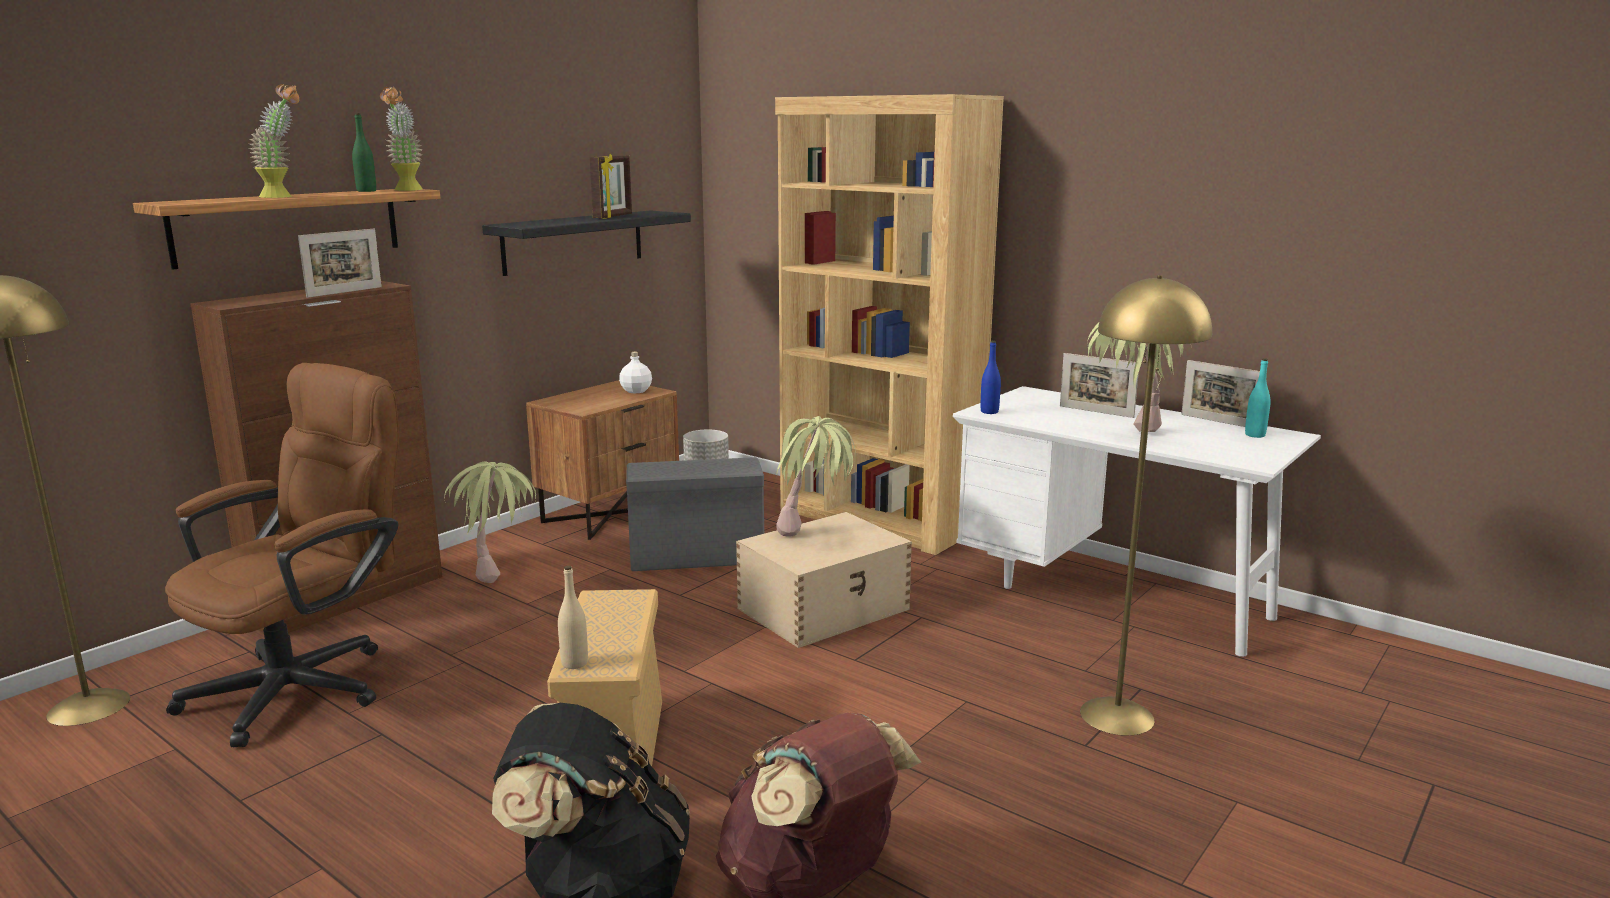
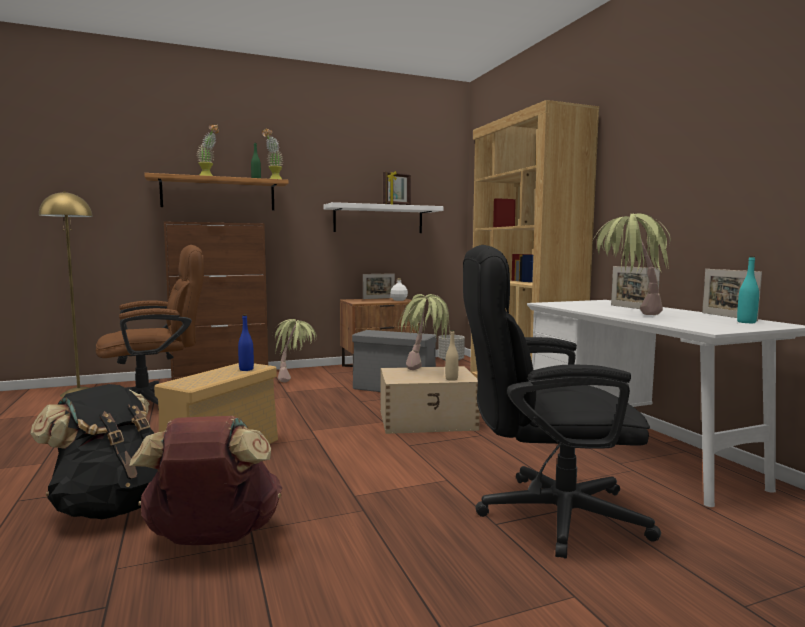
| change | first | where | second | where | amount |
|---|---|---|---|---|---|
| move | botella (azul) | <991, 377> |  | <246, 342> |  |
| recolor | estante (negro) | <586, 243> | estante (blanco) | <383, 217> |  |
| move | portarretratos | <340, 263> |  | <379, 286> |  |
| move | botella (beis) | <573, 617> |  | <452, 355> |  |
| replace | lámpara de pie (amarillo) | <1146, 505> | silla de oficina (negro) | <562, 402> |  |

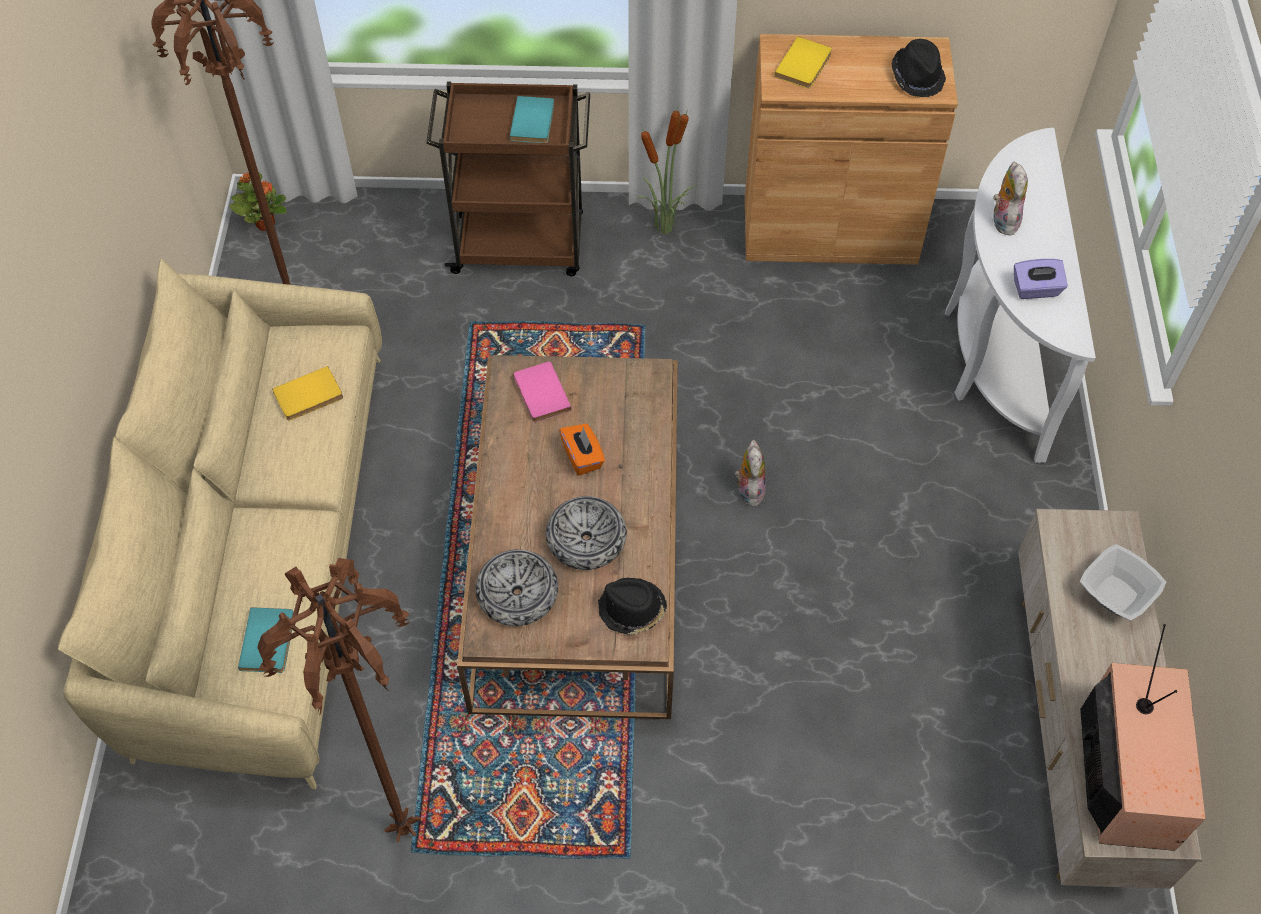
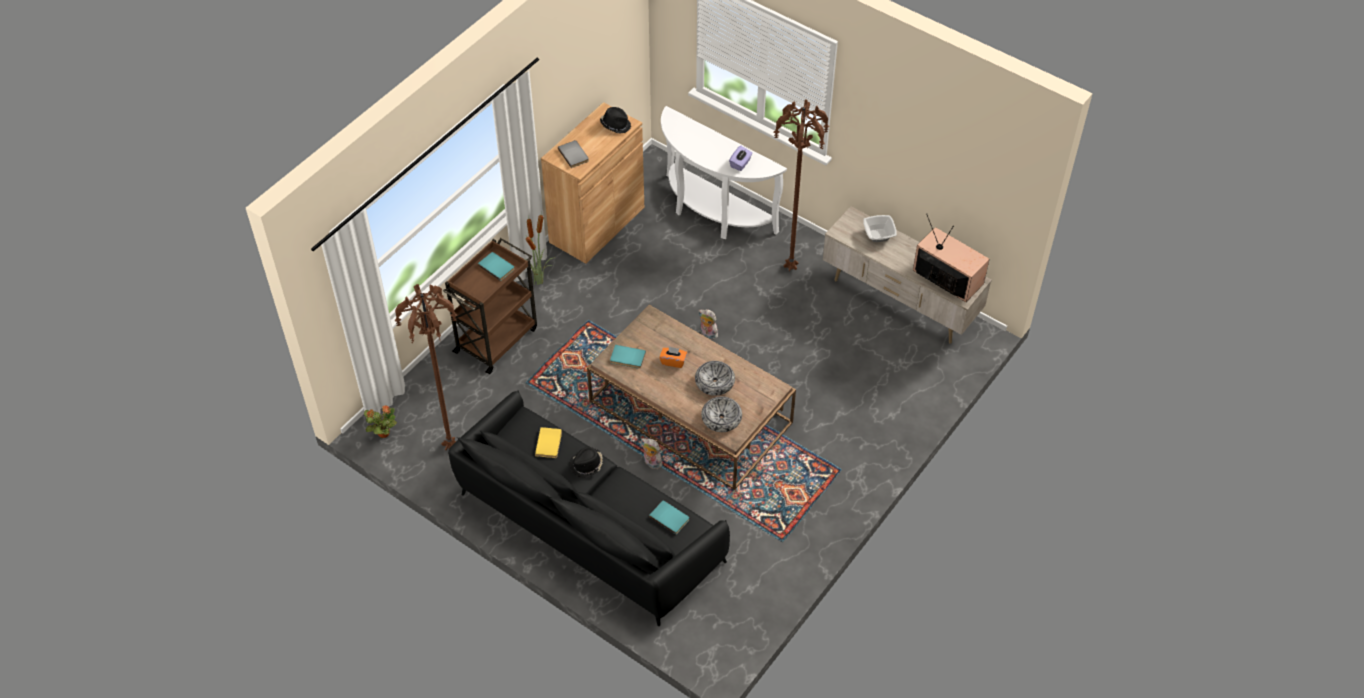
| change | first | where | second | where | amount |
|---|---|---|---|---|---|
| recolor | sofá (beis) | <220, 523> | sofá (negro) | <589, 508> |  |
| recolor | libro (amarillo) | <803, 63> | libro (gris) | <573, 154> |  |
| move | sombrero (negro) | <632, 606> |  | <586, 462> |  |
| recolor | libro (rosa) | <543, 391> | libro (turquesa) | <628, 357> |  |
| move | peluche | <1010, 199> |  | <651, 453> |  |
| move | lámpara de pie (marrón) | <338, 700> |  | <801, 185> |  |

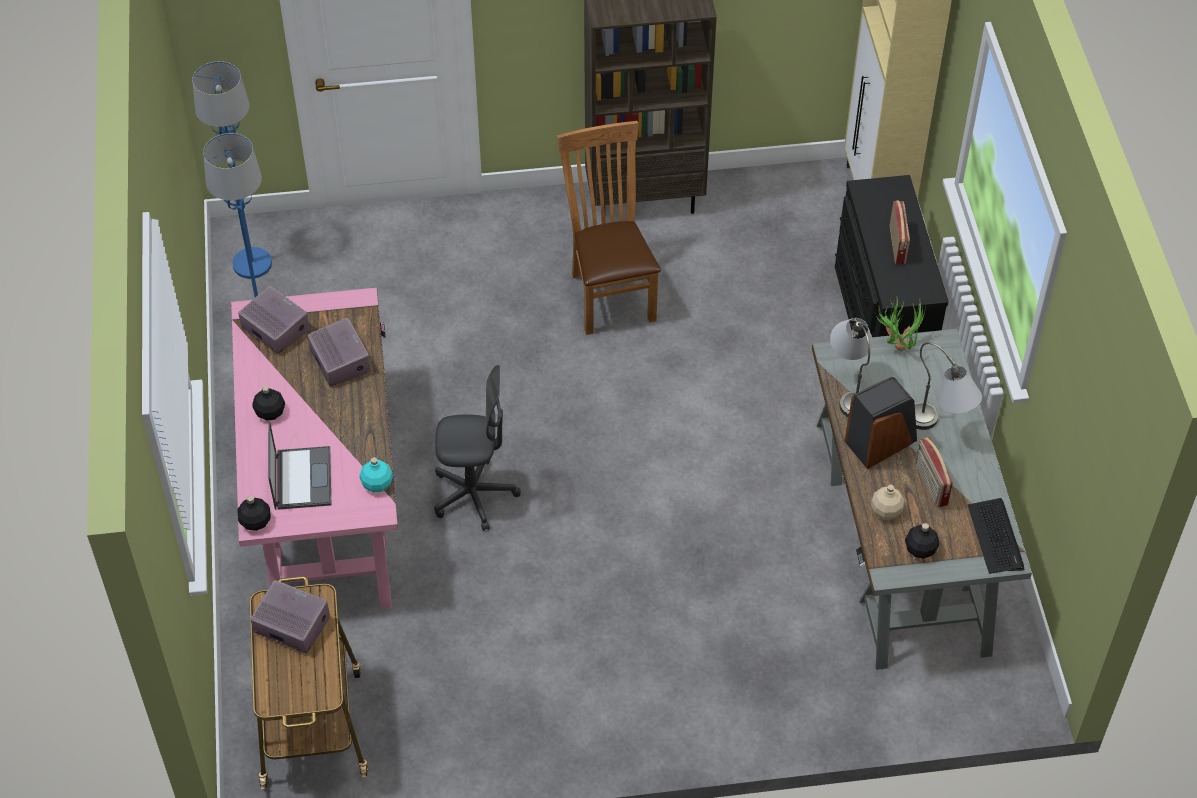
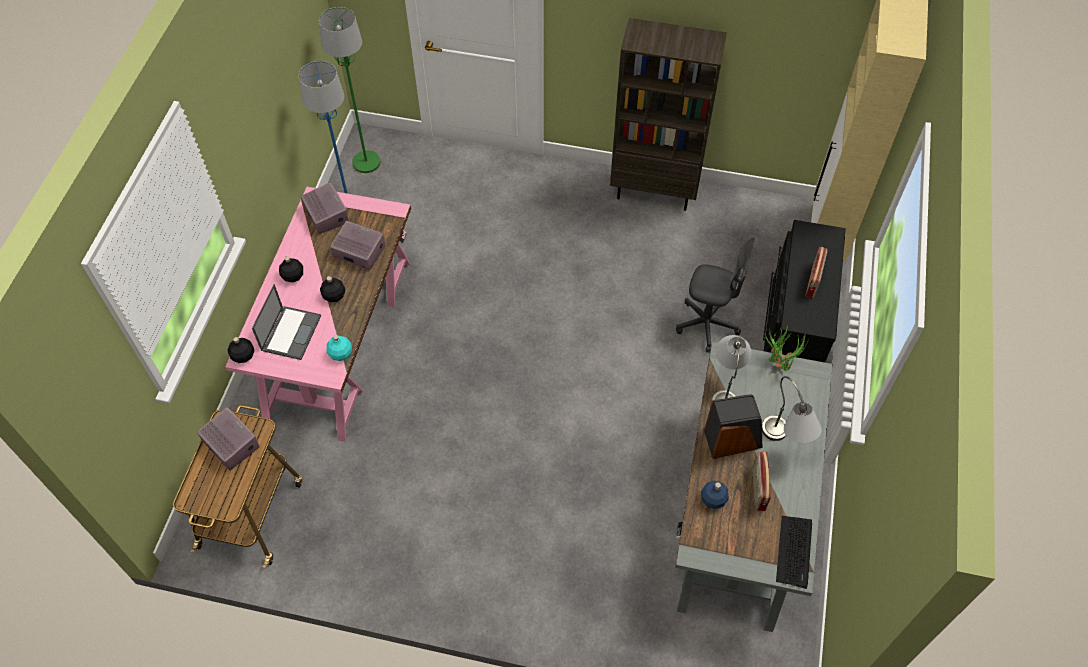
| change | first | where | second | where | amount |
|---|---|---|---|---|---|
| recolor | lámpara de pie (azul) | <232, 170> | lámpara de pie (verde) | <349, 90> |  |
| move | botella (negro) | <922, 541> |  | <332, 289> |  |
| rotate | radio | <338, 352> |  | <358, 245> | 60 degrees counterclockwise |
| move | silla de oficina (gris) | <477, 448> |  | <715, 295> |  |
| recolor | botella (beis) | <888, 502> | botella (azul) | <715, 495> |  |
| delete | silla (marrón) | <609, 228> |  |  |  |

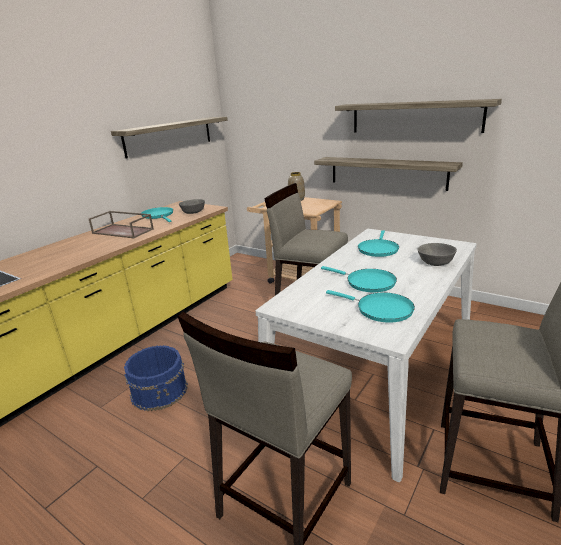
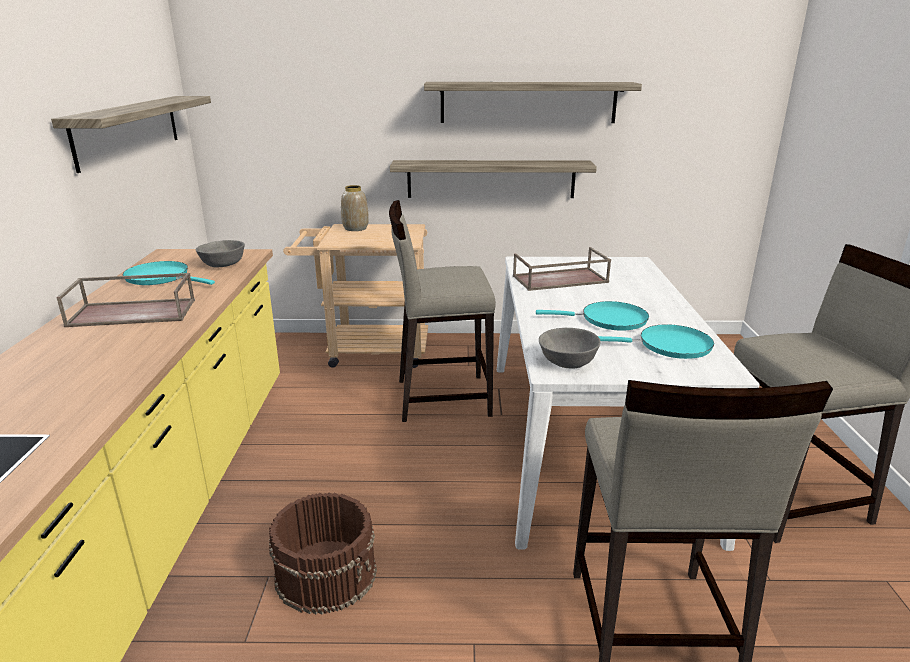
| change | first | where | second | where | amount |
|---|---|---|---|---|---|
| recolor | cubo (azul) | <156, 378> | cubo (marrón) | <323, 553> |  |
| replace | sartén (turquesa) | <378, 243> | bandeja (marrón) | <562, 269> |  |
| move | cuenco (gris) | <437, 254> |  | <570, 348> |  |

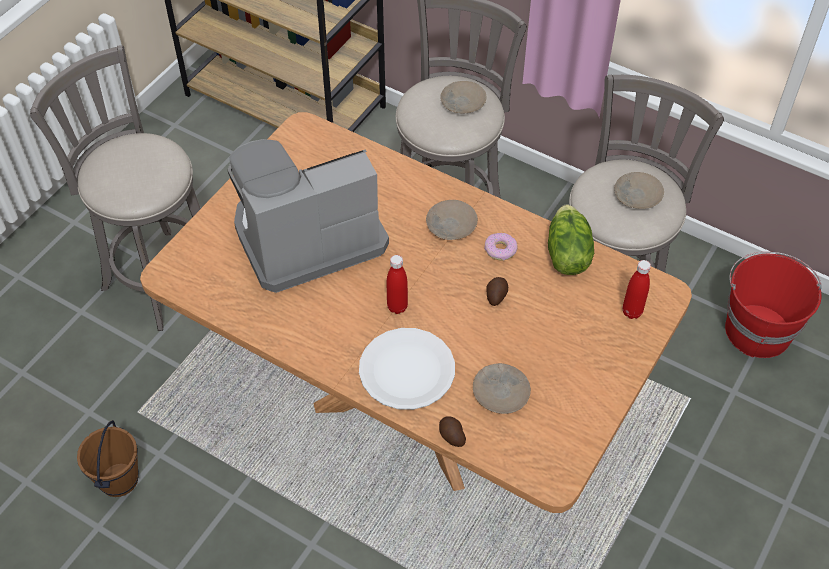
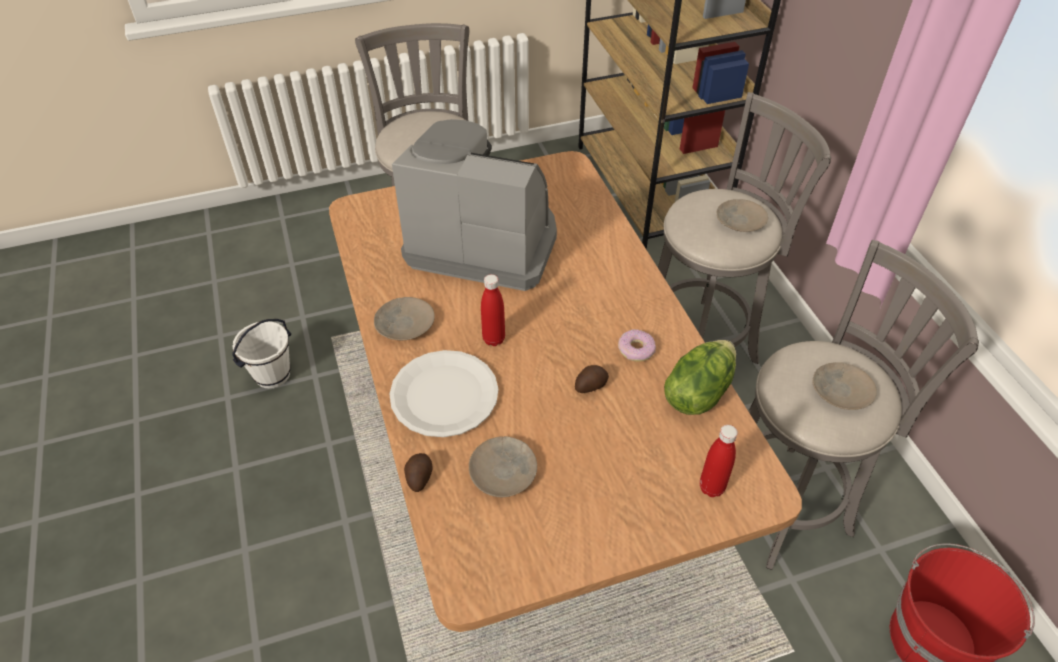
| change | first | where | second | where | amount |
|---|---|---|---|---|---|
| recolor | cubo (marrón) | <108, 458> | cubo (blanco) | <261, 354> |  |
| move | plato (beis) | <452, 220> |  | <404, 318> |  |

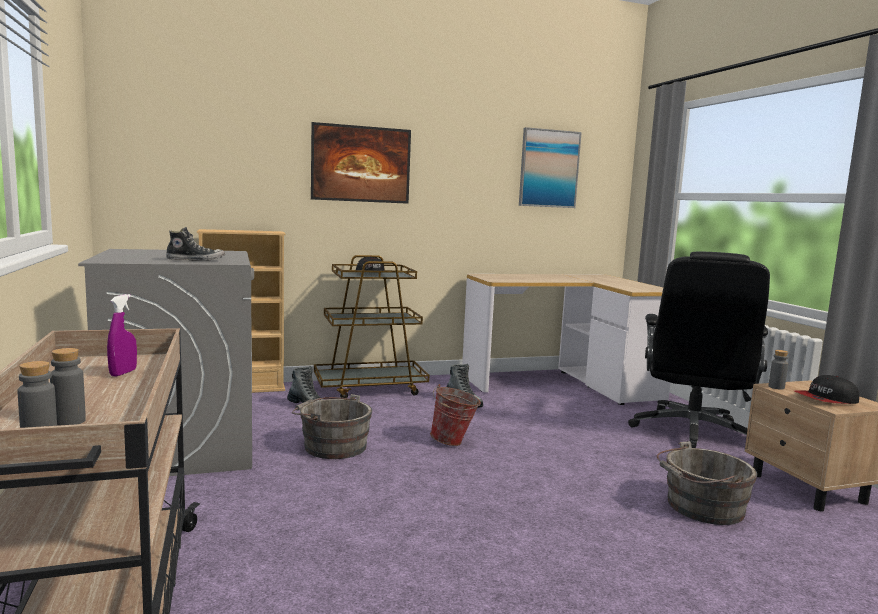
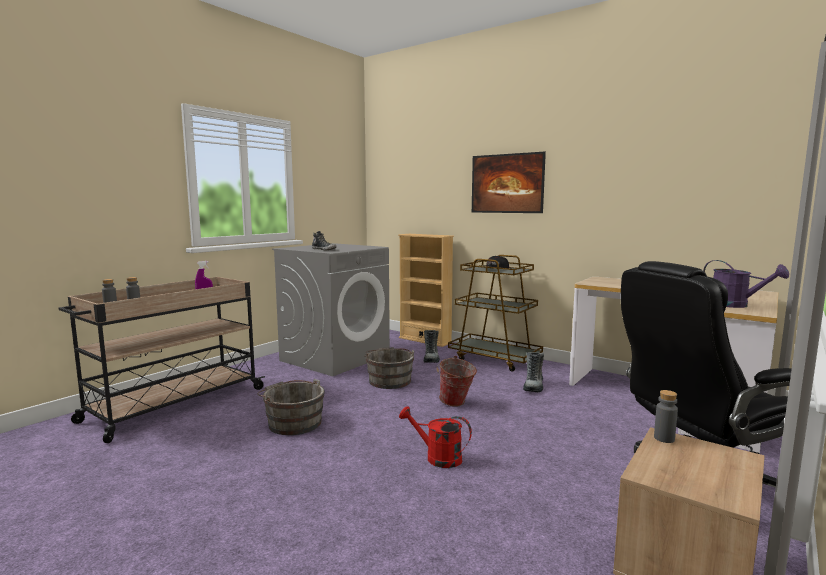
| change | first | where | second | where | amount |
|---|---|---|---|---|---|
| move | cubo (gris) | <707, 483> |  | <291, 407> |  |
| insert |  |  | regadera (rojo) | <435, 437> |  |
| insert |  |  | regadera (morado) | <746, 284> |  |
| delete | cuadro | <550, 167> |  |  |  |
| delete | gorra | <827, 389> |  |  |  |

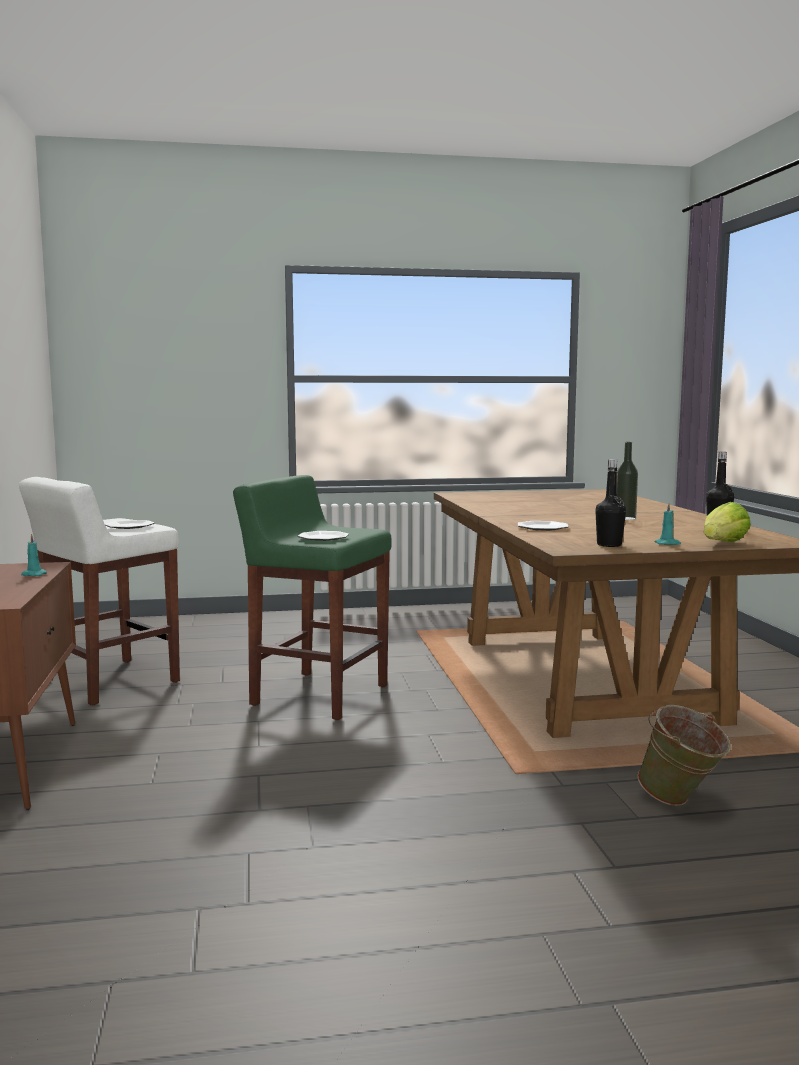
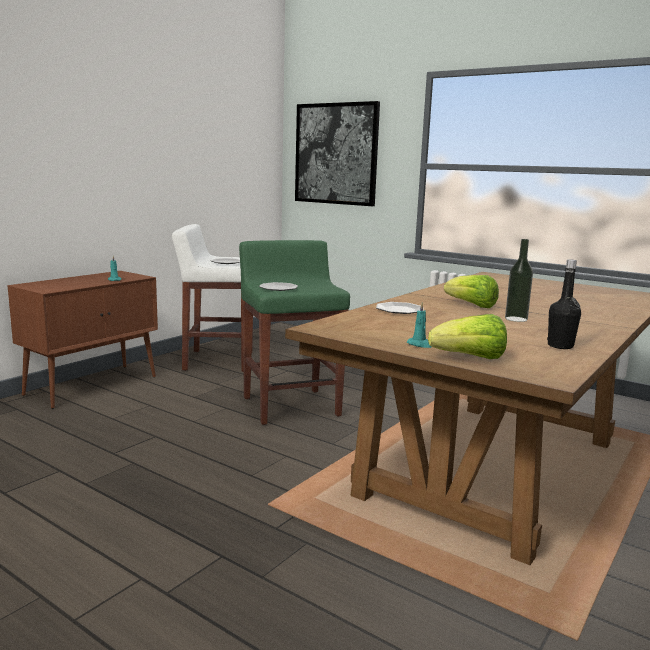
| change | first | where | second | where | amount |
|---|---|---|---|---|---|
| insert |  |  | cuadro | <337, 153> |  |
| insert |  |  | lechuga | <471, 291> |  |
| delete | botella (negro) | <610, 503> |  |  |  |
| delete | cubo (verde) | <684, 755> |  |  |  |

